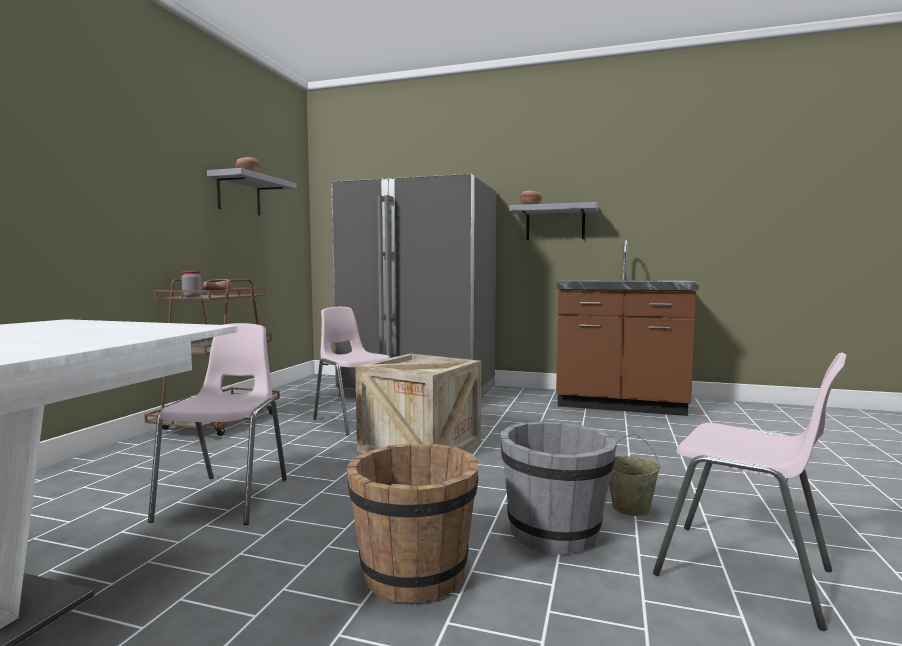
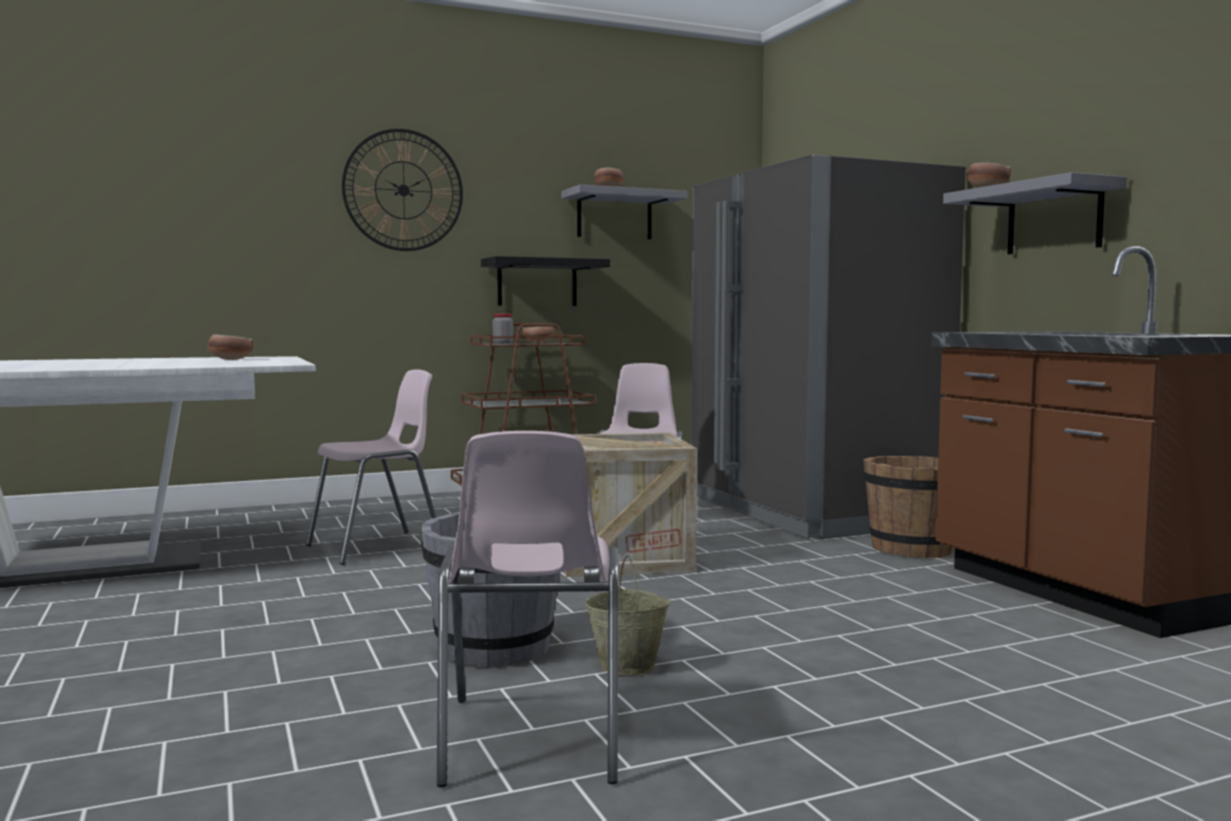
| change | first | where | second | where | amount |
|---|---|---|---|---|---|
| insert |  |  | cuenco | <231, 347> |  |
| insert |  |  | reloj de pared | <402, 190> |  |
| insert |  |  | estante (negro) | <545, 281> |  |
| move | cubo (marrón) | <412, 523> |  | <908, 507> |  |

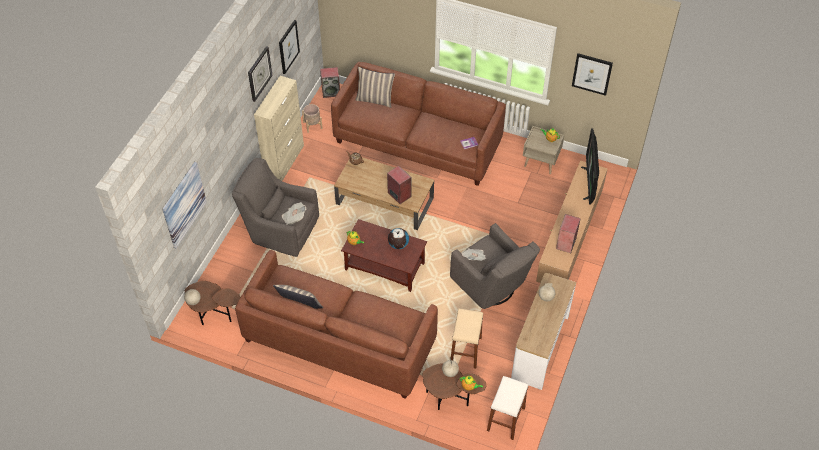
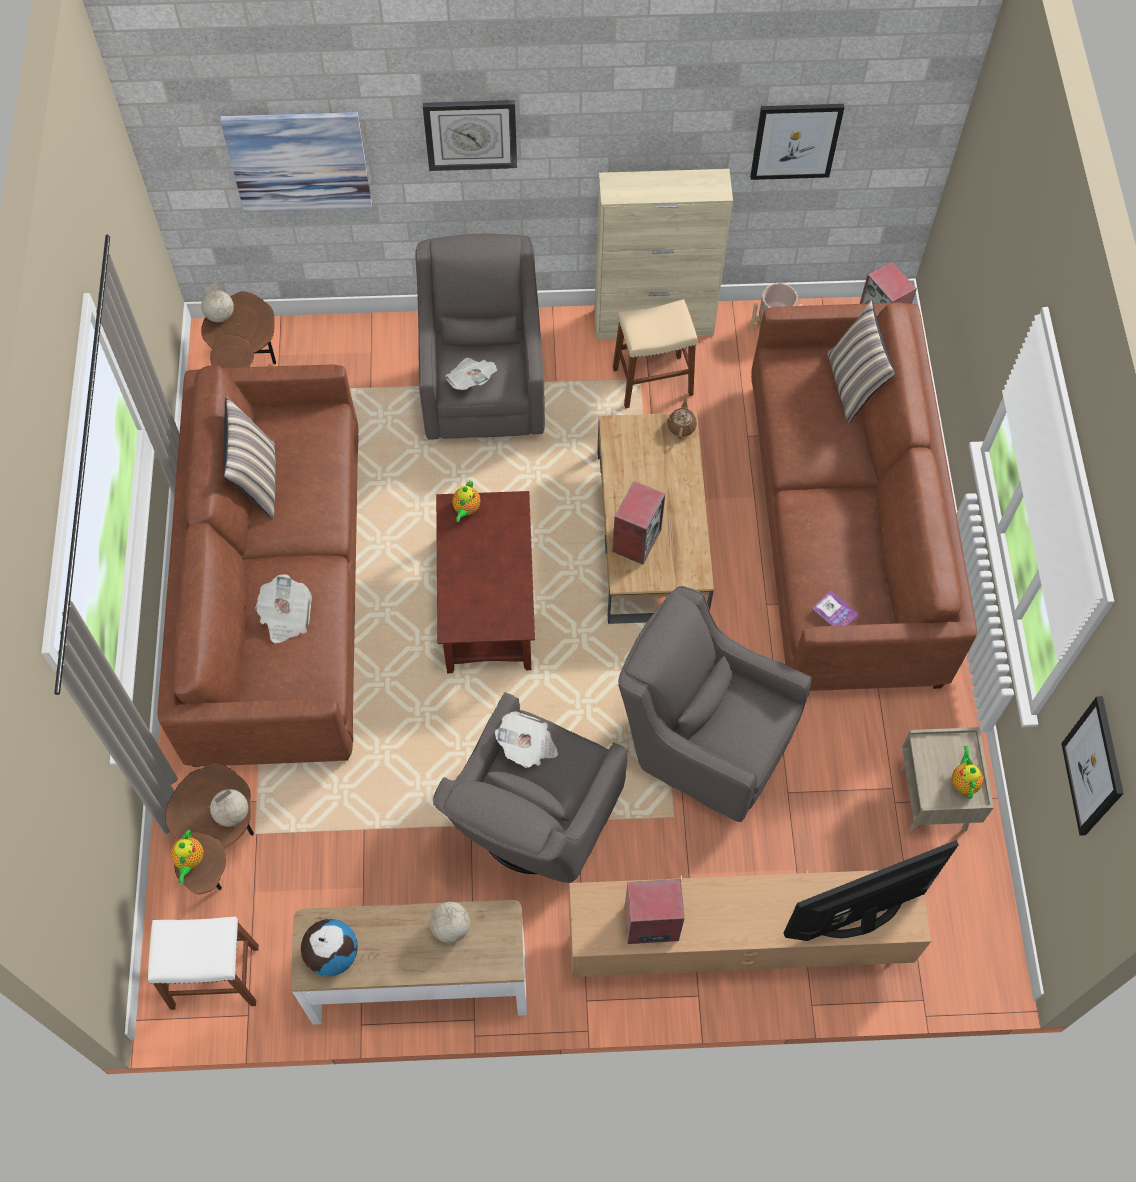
| change | first | where | second | where | amount |
|---|---|---|---|---|---|
| insert |  |  | periódico | <283, 608> |  |
| move | globo terráqueo | <398, 238> |  | <329, 947> |  |
| move | reloj de pared | <260, 74> |  | <470, 135> |  |
| move | taburete (beis) | <467, 338> |  | <655, 353> |  |
| insert |  |  | sillón (gris) | <715, 704> |  |

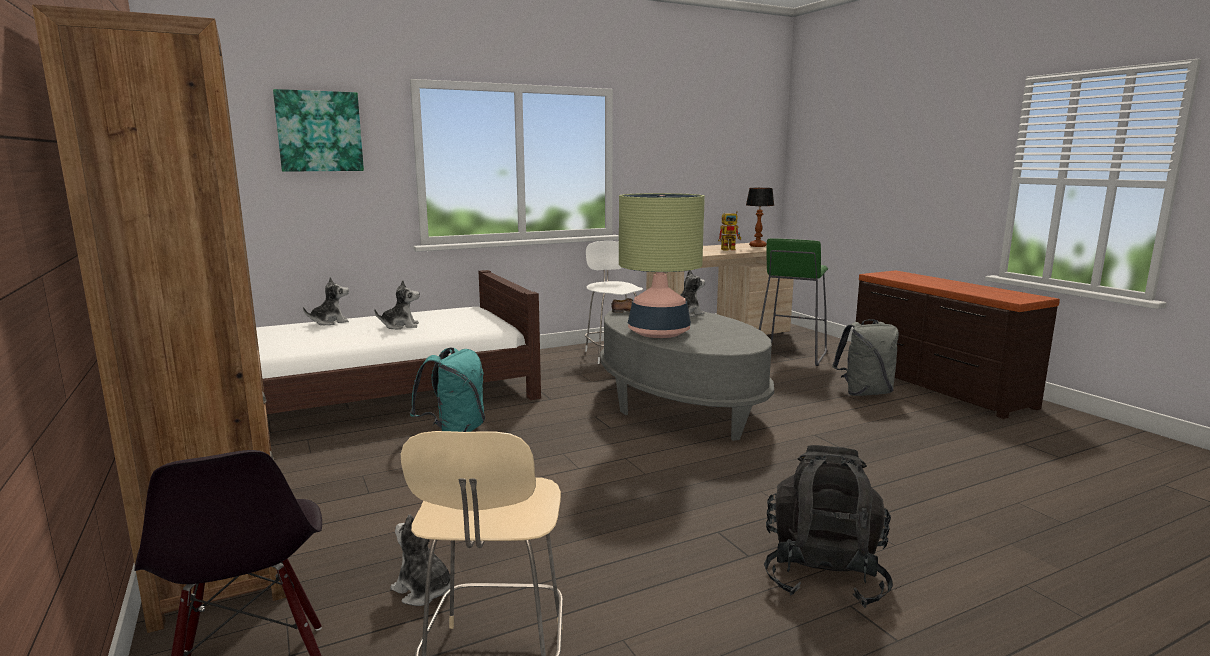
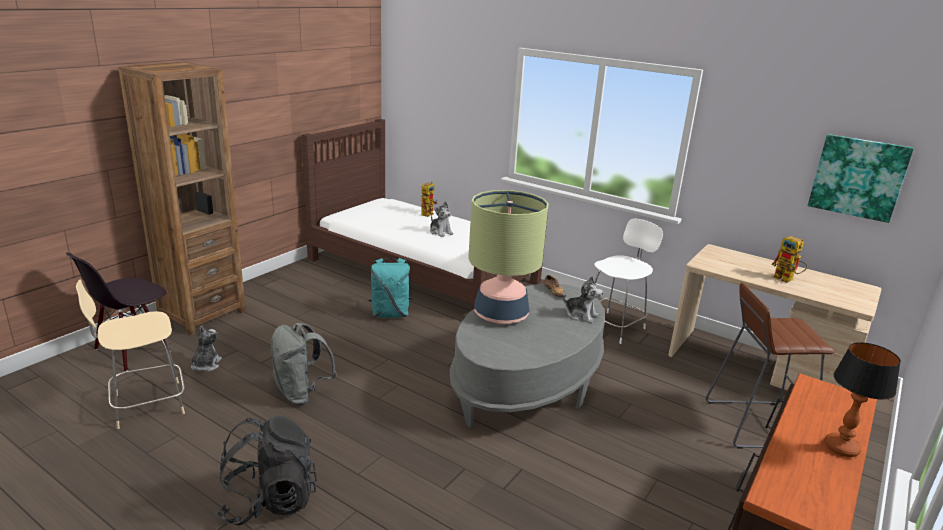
| change | first | where | second | where | amount |
|---|---|---|---|---|---|
| move | mochila (gris) | <865, 357> |  | <303, 364> |  |
| replace | peluche | <326, 301> | robot de juguete | <429, 199> |  |
| recolor | taburete (verde) | <793, 302> | taburete (marrón) | <770, 366> |  |
| move | cuadro | <318, 130> |  | <861, 178> |  |
| move | lámpara de mesa | <760, 217> |  | <863, 399> |  |

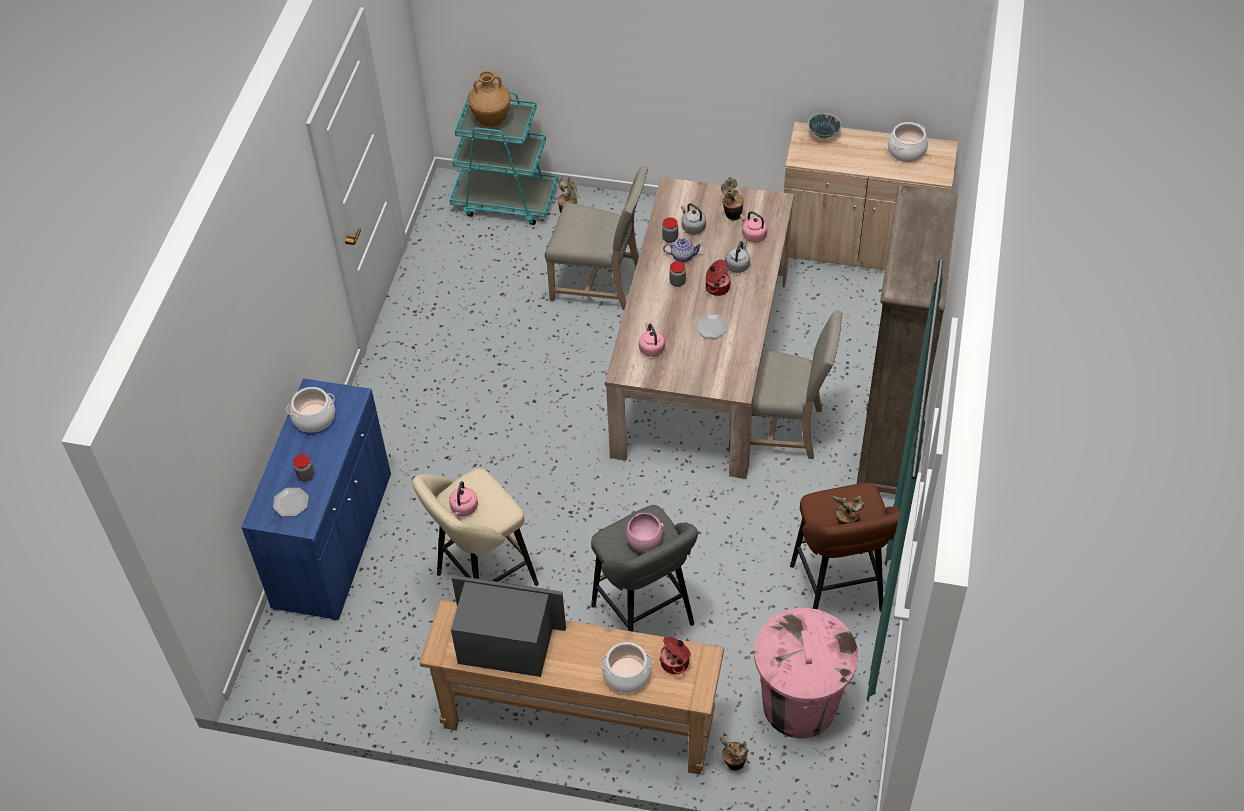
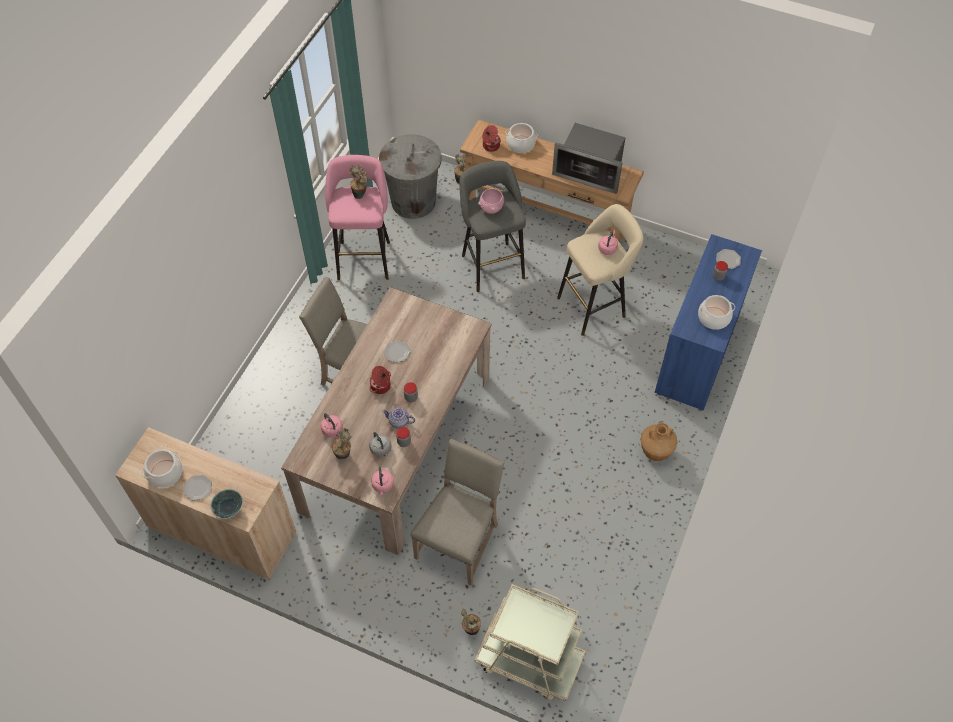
| change | first | where | second | where | amount |
|---|---|---|---|---|---|
| insert |  |  | plato | <198, 488> |  |
| recolor | taburete (marrón) | <845, 547> | taburete (rosa) | <357, 217> |  |
| move | hervidor (rosa) | <652, 340> |  | <382, 481> |  |
| recolor | papelera (rosa) | <806, 673> | papelera (gris) | <410, 176> |  |
| rotate | silla (beis) | <596, 238> |  | <457, 511> | 90 degrees clockwise |
| recolor | carrito (turquesa) | <504, 158> | carrito (beis) | <530, 642> |  |
| move | florero (marrón) | <489, 99> |  | <659, 441> |  |
| delete | hervidor (gris) | <737, 257> |  |  |  |
| delete | estantería (marrón) | <907, 339> |  |  |  |

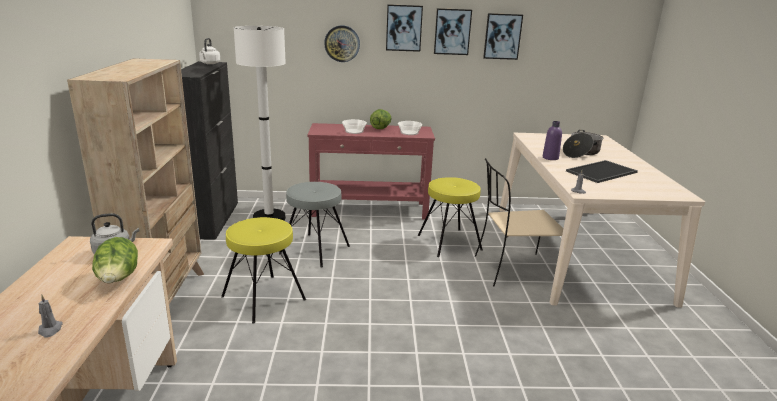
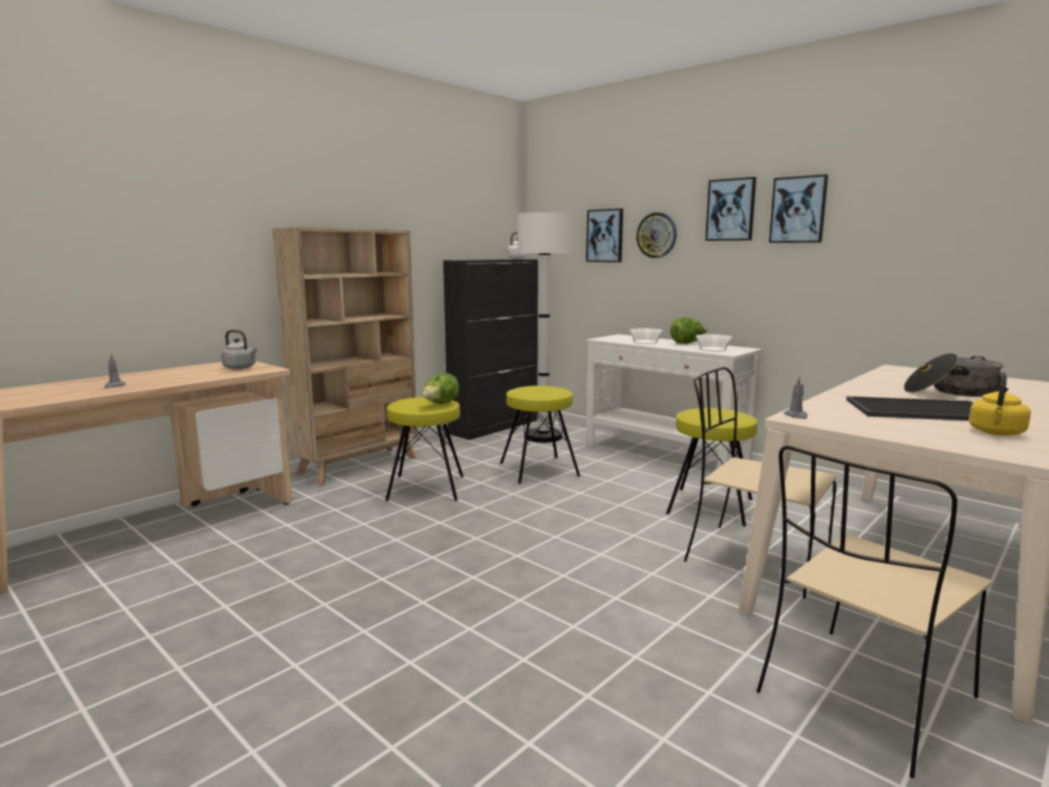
| change | first | where | second | where | amount |
|---|---|---|---|---|---|
| move | lechuga | <115, 260> |  | <440, 388> |  |
| recolor | taburete (gris) | <314, 225> | taburete (amarillo) | <540, 435> |  |
| move | cuadro | <503, 36> |  | <604, 235> |  |
| recolor | mesa consola (rojo) | <371, 171> | mesa consola (blanco) | <674, 401> |  |
| insert |  |  | silla (beis) | <875, 612> |  |
| insert |  |  | hervidor (amarillo) | <1000, 404> |  |
| delete | botella (morado) | <552, 140> |  |  |  |

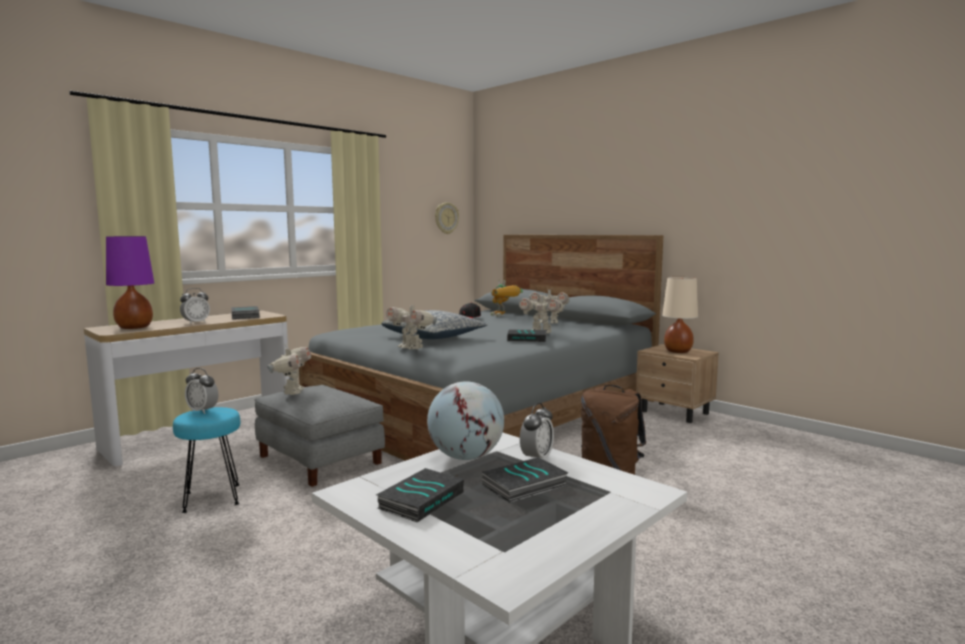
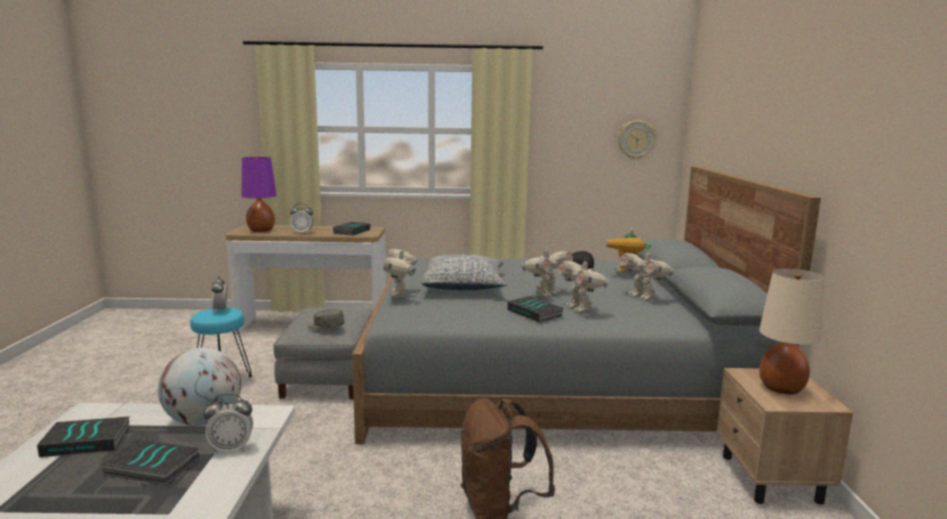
| change | first | where | second | where | amount |
|---|---|---|---|---|---|
| insert |  |  | gorra (gris) | <326, 319> |  |
| move | robot de juguete | <289, 369> |  | <547, 271> |  |

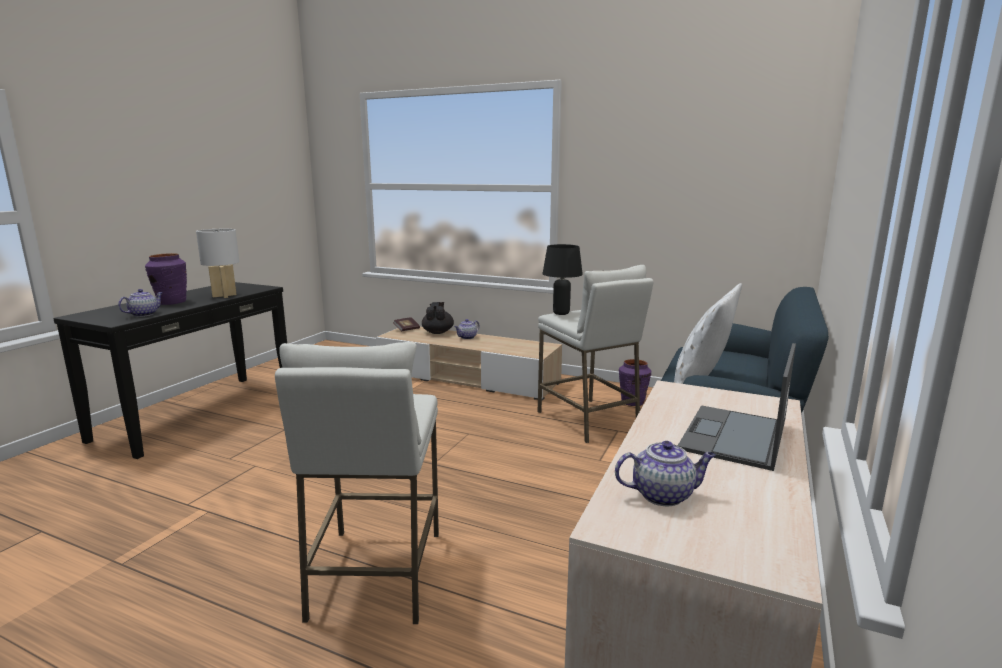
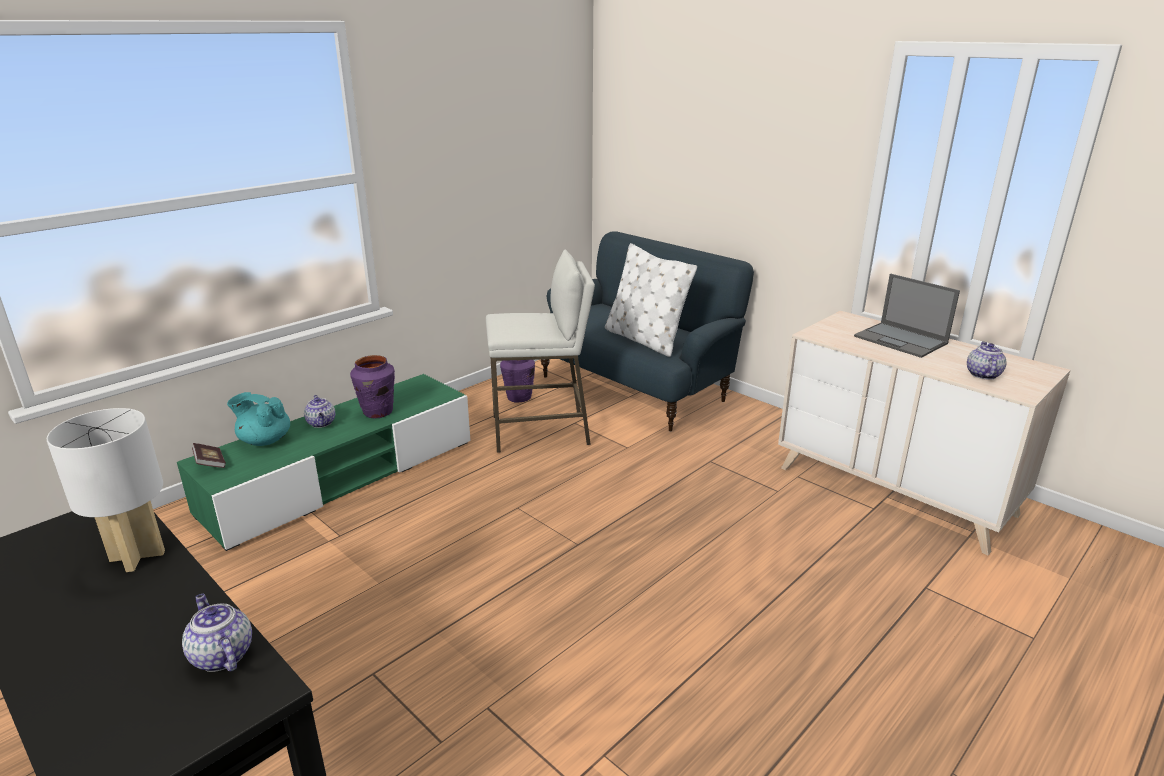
| change | first | where | second | where | amount |
|---|---|---|---|---|---|
| recolor | mueble de televisión (beis) | <469, 363> | mueble de televisión (verde) | <324, 462> |  |
| recolor | tetera (negro) | <438, 318> | tetera (turquesa) | <258, 419> |  |
| move | florero (morado) | <166, 279> |  | <372, 387> |  |
| delete | taburete (blanco) | <357, 483> |  |  |  |
| delete | lámpara de mesa (negro) | <563, 279> |  |  |  |

